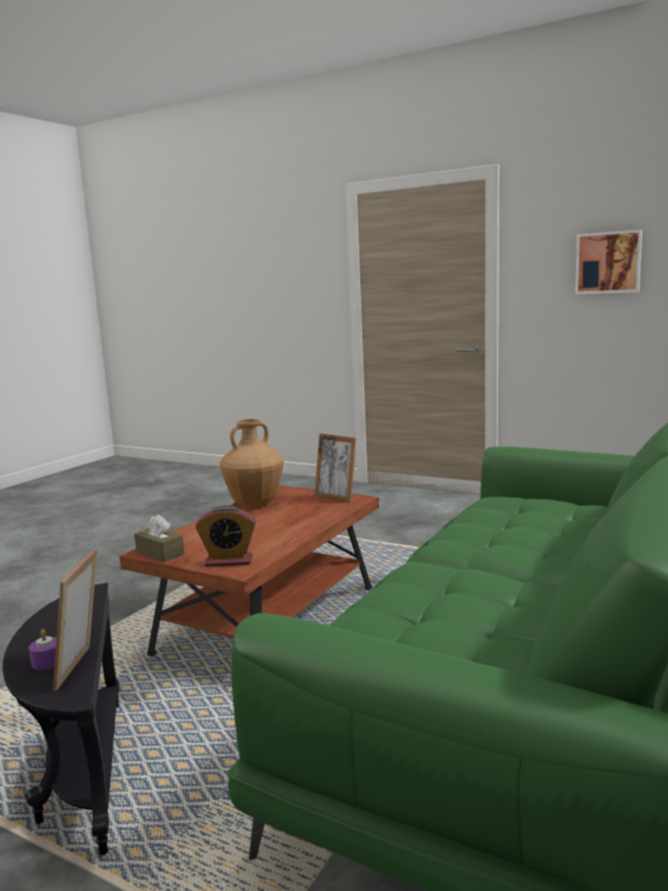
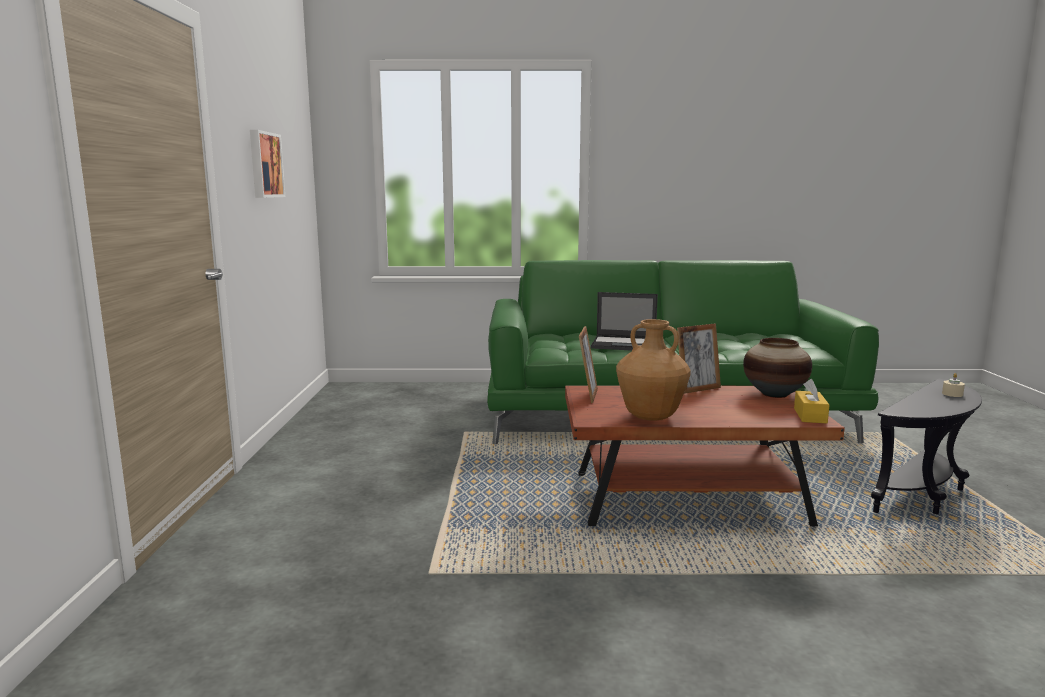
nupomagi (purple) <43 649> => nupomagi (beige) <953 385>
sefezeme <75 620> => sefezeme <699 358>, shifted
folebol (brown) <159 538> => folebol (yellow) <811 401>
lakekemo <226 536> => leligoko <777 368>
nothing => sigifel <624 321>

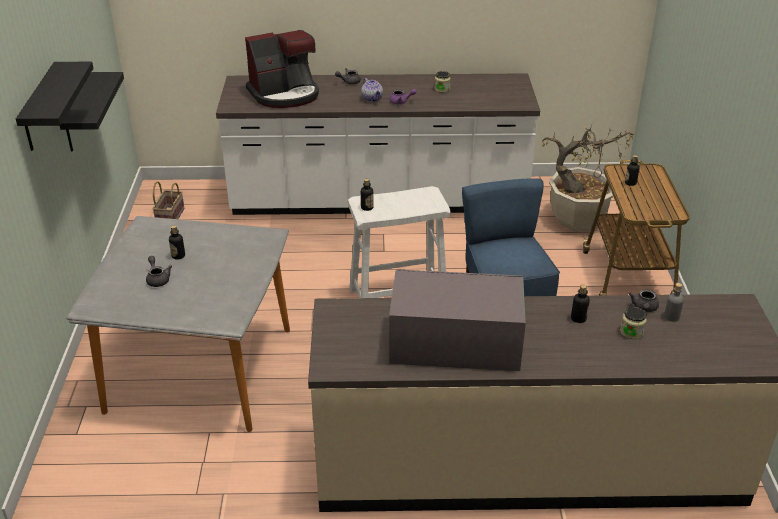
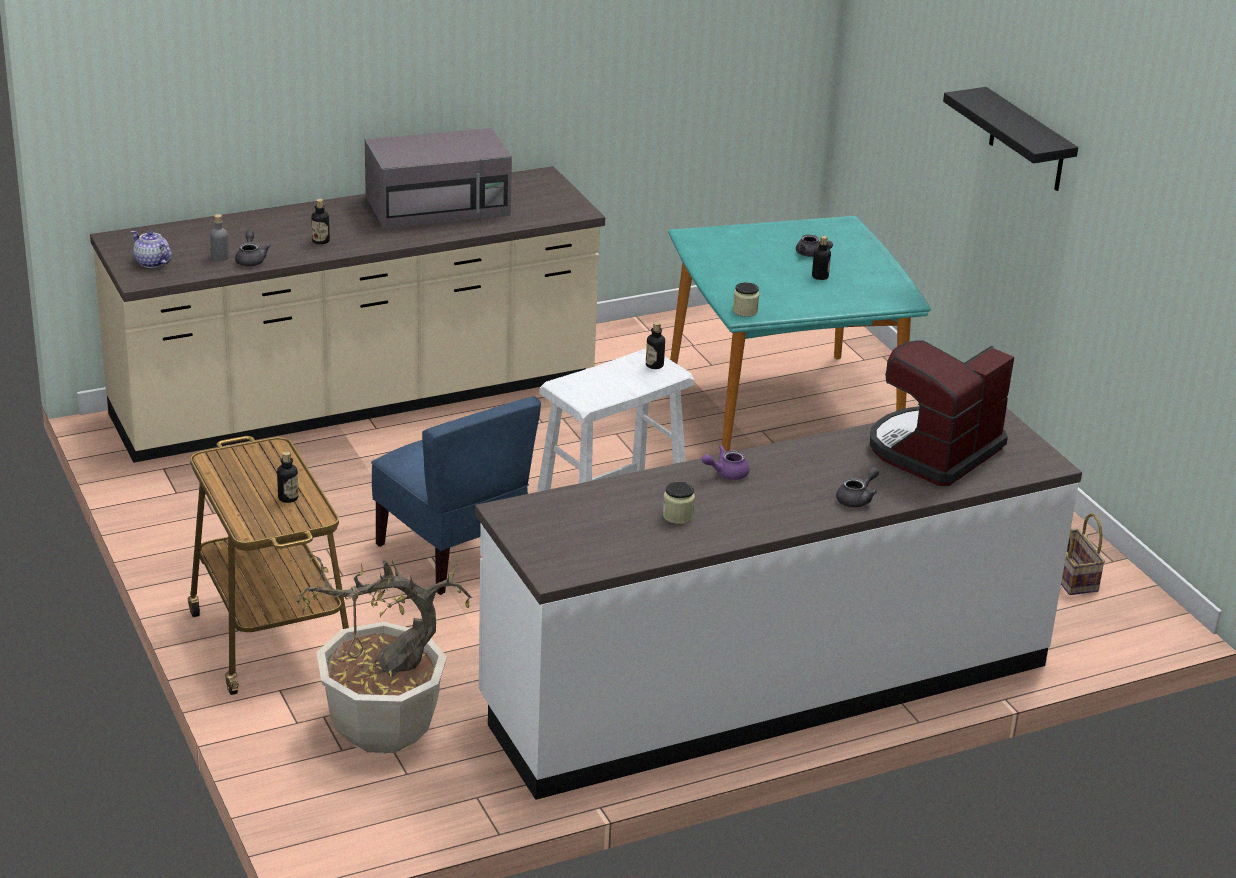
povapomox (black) <92 112> => nothing
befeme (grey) <178 324> => befeme (turquoise) <799 334>
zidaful <372 90> => zidaful <151 249>, shifted
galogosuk <633 323> => galogosuk <746 299>, shifted

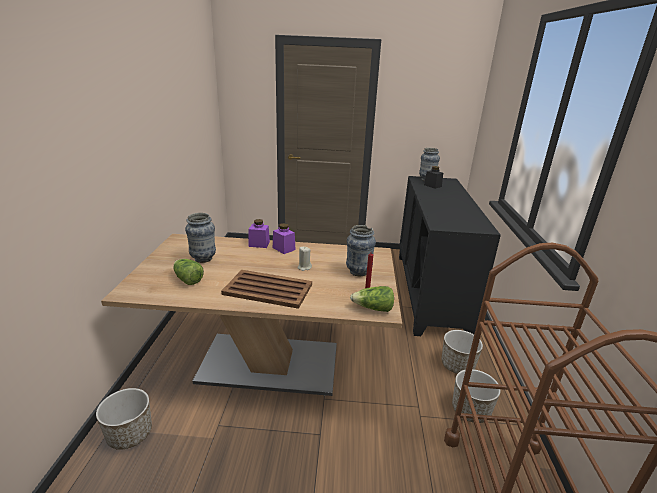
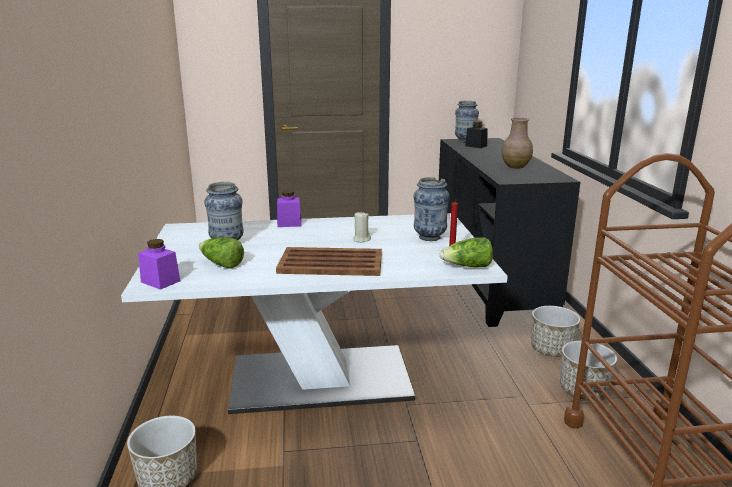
befeme (brown) <251 315> => befeme (white) <314 313>
galogosuk (purple) <284 238> => galogosuk (purple) <159 264>, shifted
nothing => leligoko (brown) <517 143>

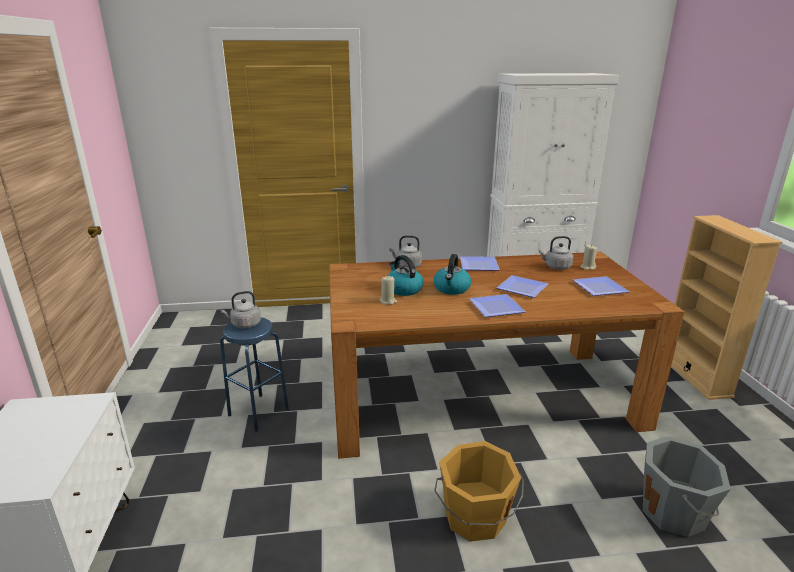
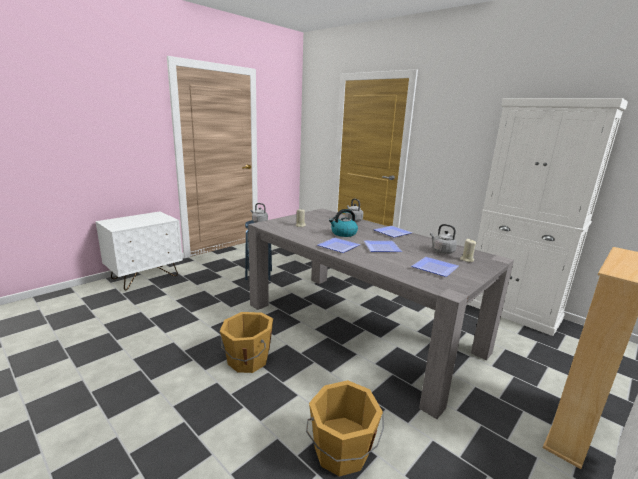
befeme (brown) <506 355> => befeme (grey) <381 313>
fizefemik <405 275> => nothing
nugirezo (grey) <687 486> => nugirezo (orange) <345 428>

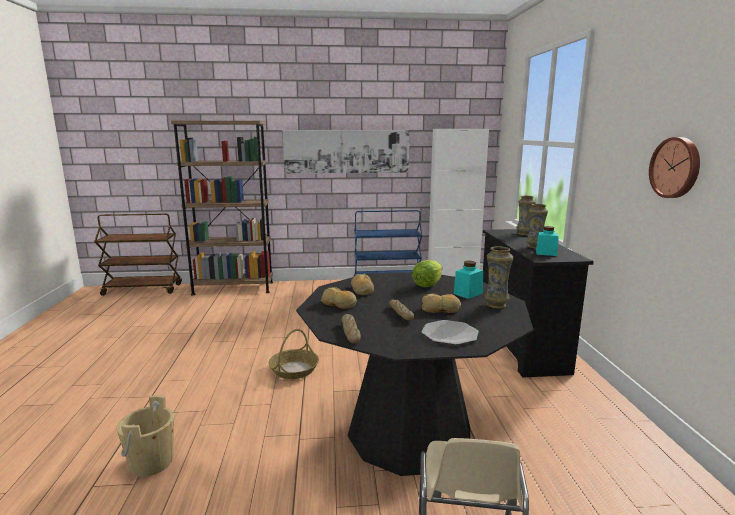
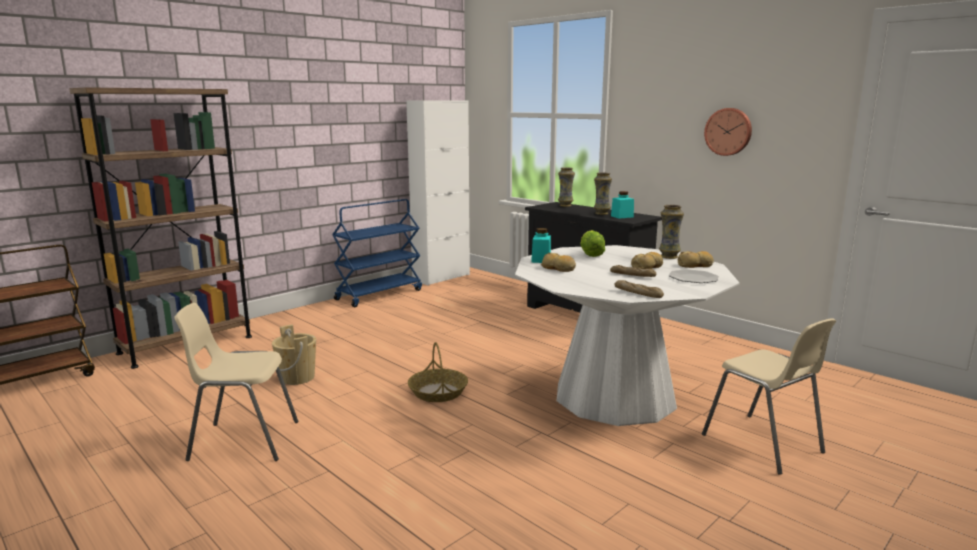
nugirezo (beige) <145 436> => nugirezo (beige) <294 354>, shifted
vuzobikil <346 152> => nothing
befeme (black) <415 374> => befeme (white) <627 335>
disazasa <339 298> => disazasa <696 259>, shifted
galogosuk (turquoise) <468 279> => galogosuk (turquoise) <541 245>, shifted
nothing => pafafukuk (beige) <236 382>

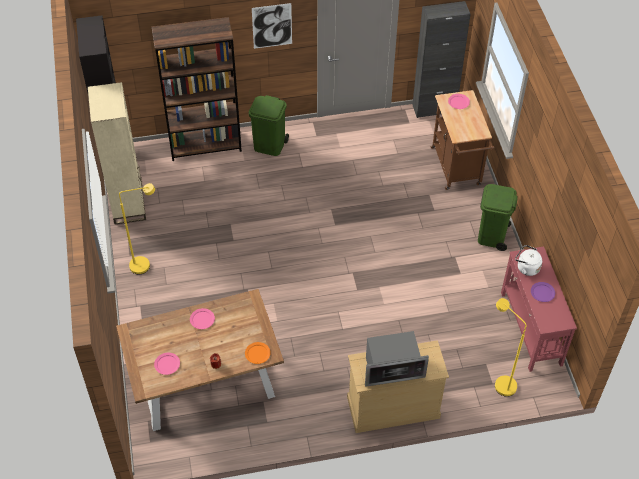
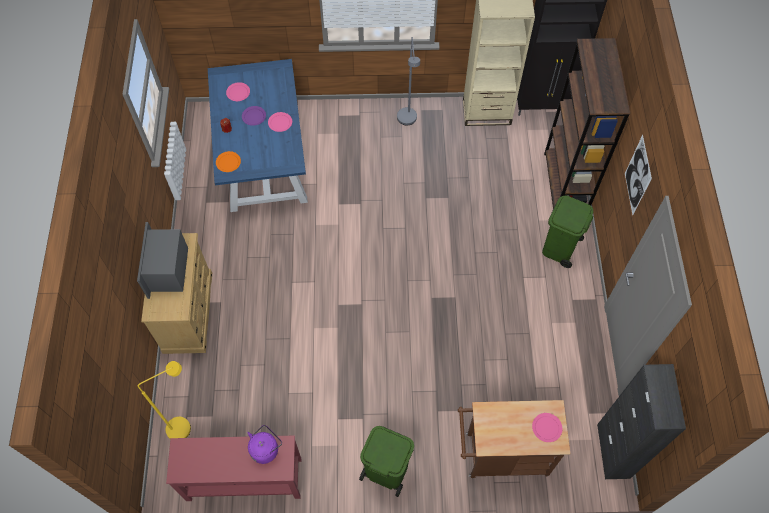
befeme (brown) <200 360> => befeme (blue) <258 135>
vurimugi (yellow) <137 229> => vurimugi (grey) <408 81>
fizefemik (white) <528 260> => fizefemik (purple) <264 444>
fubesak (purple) <543 292> => fubesak (purple) <254 116>, shifted

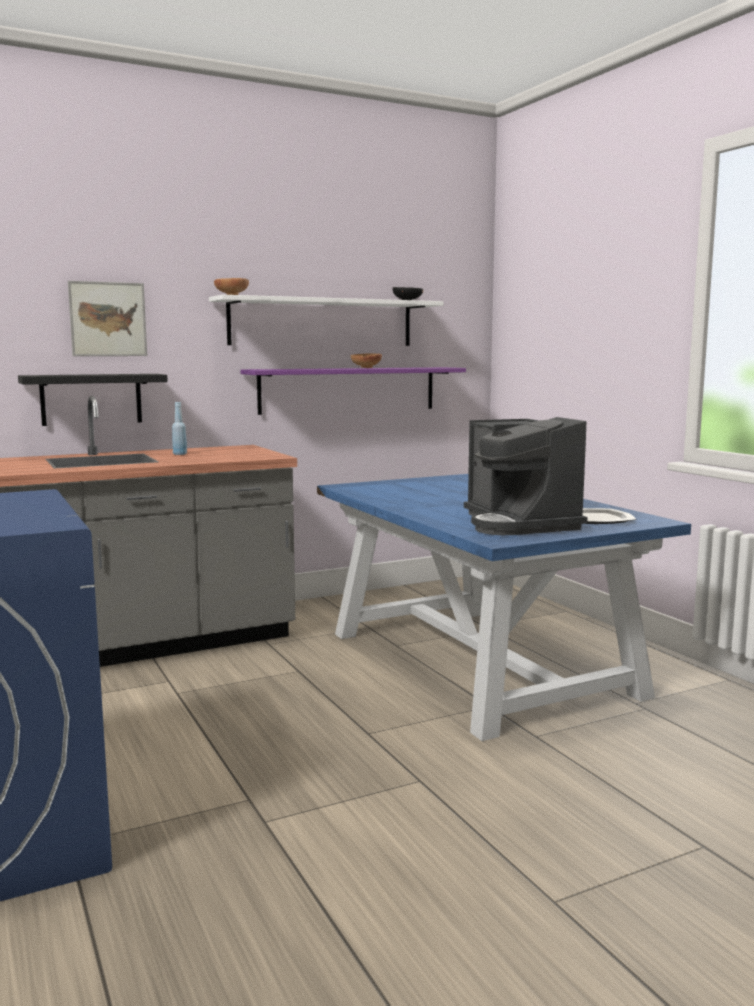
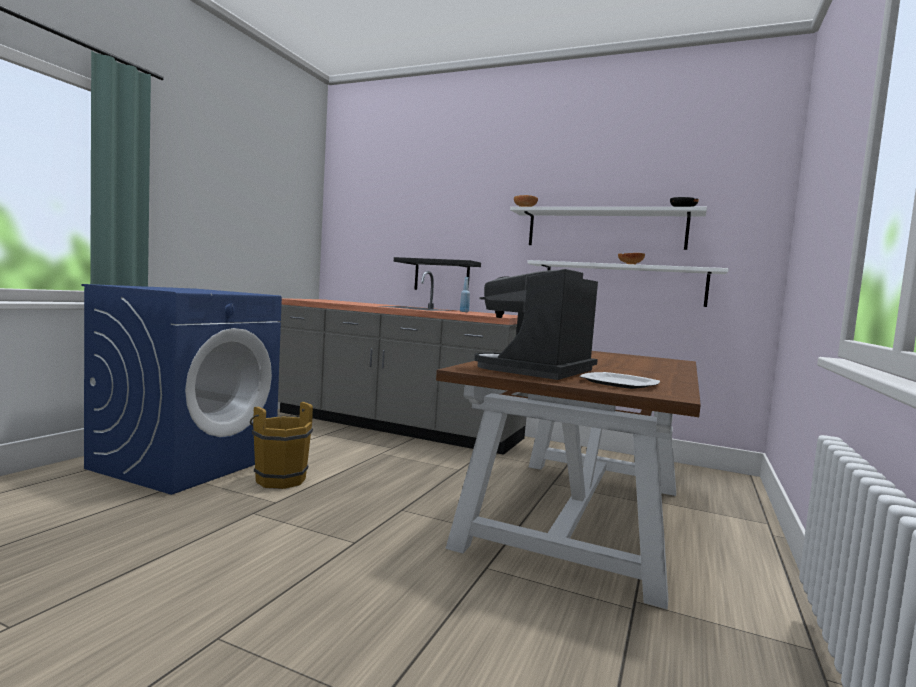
vuzobikil <107 318> => nothing
povapomox (purple) <353 391> => povapomox (white) <628 283>
befeme (blue) <504 607> => befeme (brown) <568 480>
nothing => nugirezo (brown) <281 445>

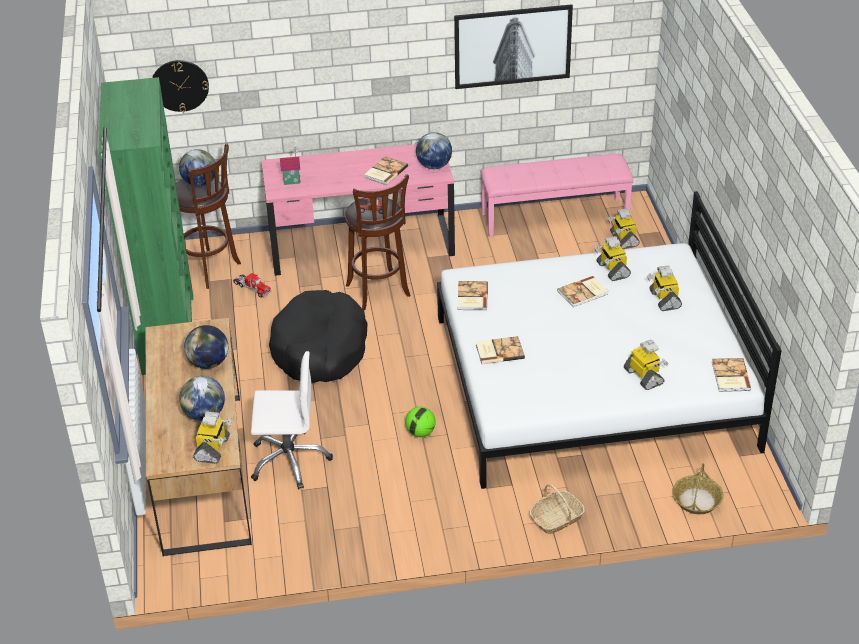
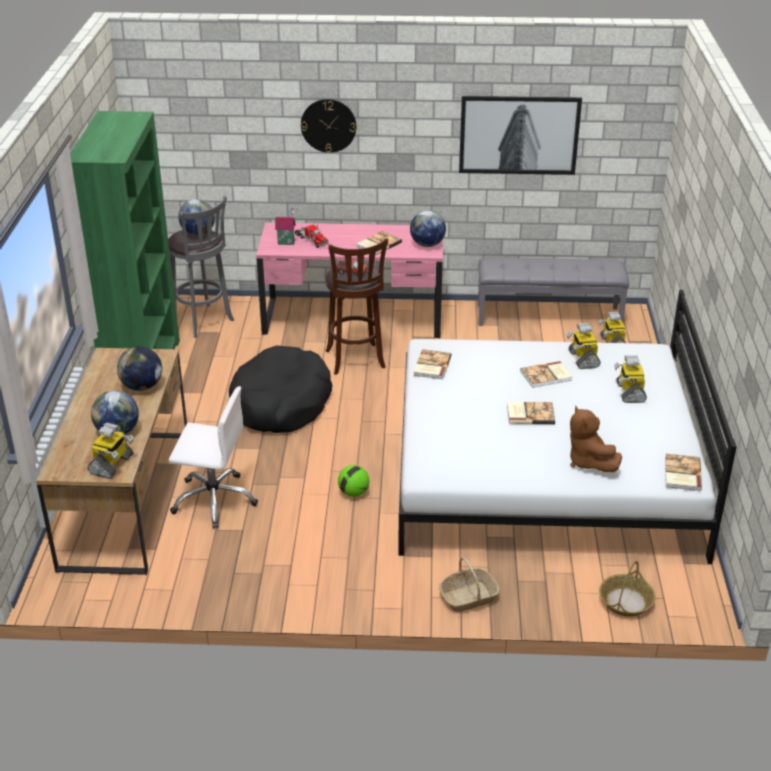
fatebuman <180 86> => fatebuman <328 126>, shifted
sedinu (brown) <208 216> => sedinu (grey) <201 266>
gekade <252 285> => gekade <312 236>, shifted
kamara <500 350> => kamara <531 413>, shifted
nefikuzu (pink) <557 195> => nefikuzu (grey) <553 291>
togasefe <646 364> => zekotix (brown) <596 439>

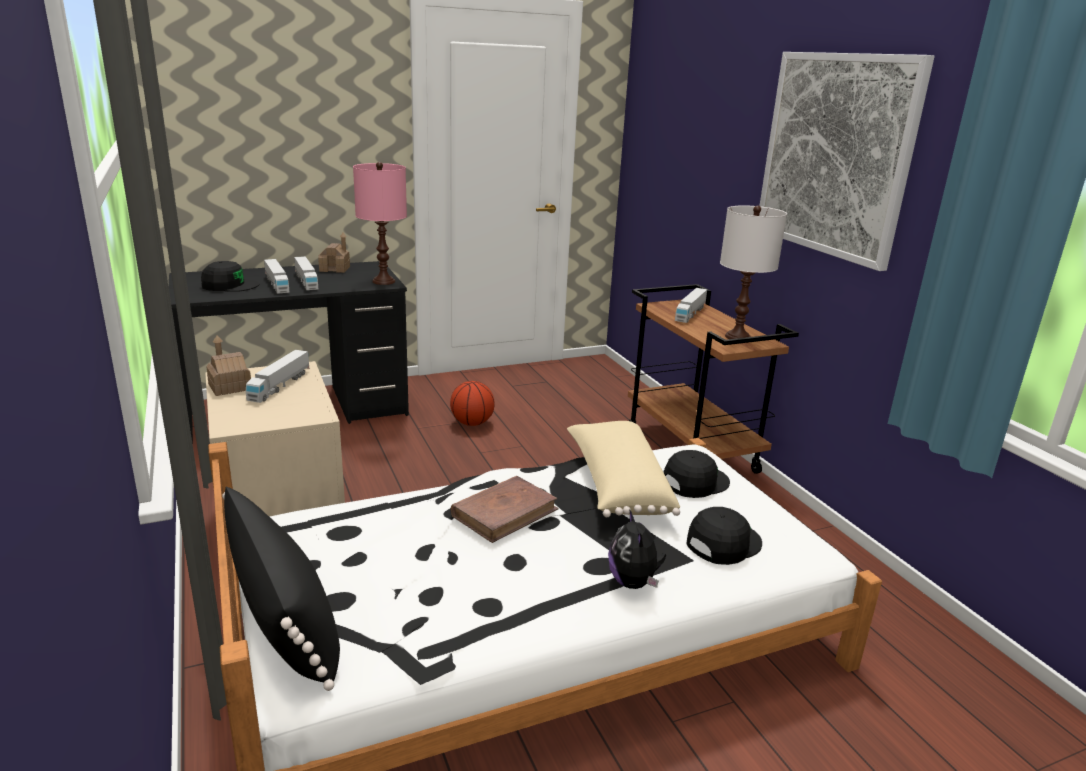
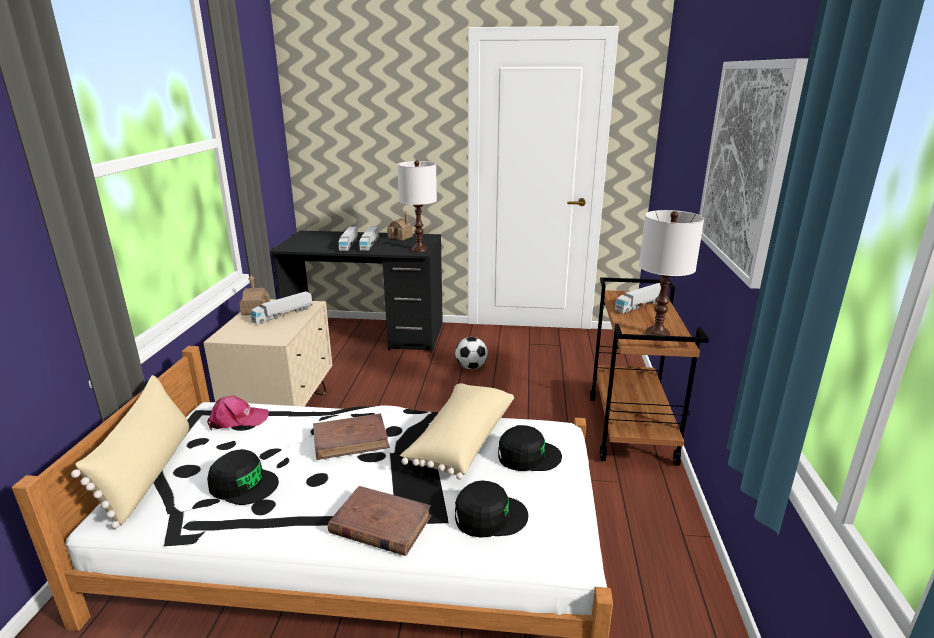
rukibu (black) <230 276> => rukibu (black) <243 477>, shifted
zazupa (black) <281 589> => zazupa (beige) <130 452>
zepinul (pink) <380 223> => zepinul (white) <417 206>
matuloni <472 403> => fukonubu <471 353>
zekotix <637 549> => kamara (brown) <379 521>
nothing => rukibu (pink) <238 412>

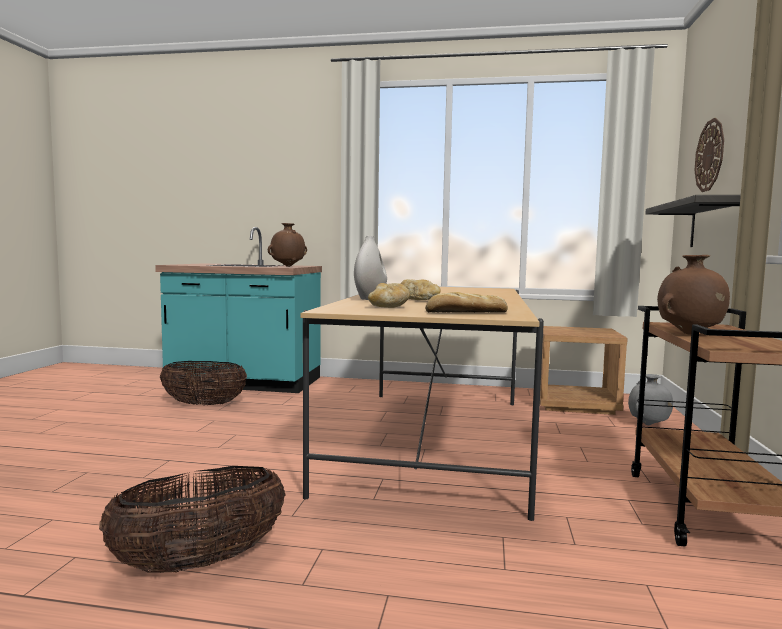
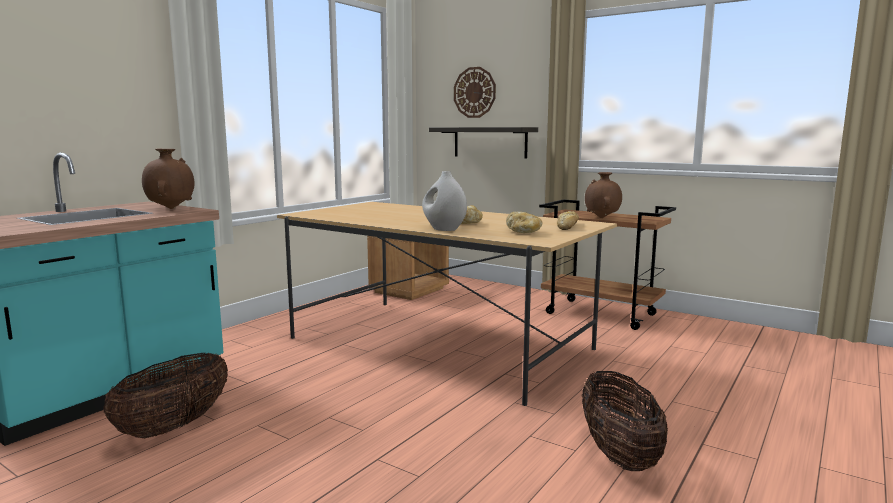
leligoko (grey) <650 399> => nothing

